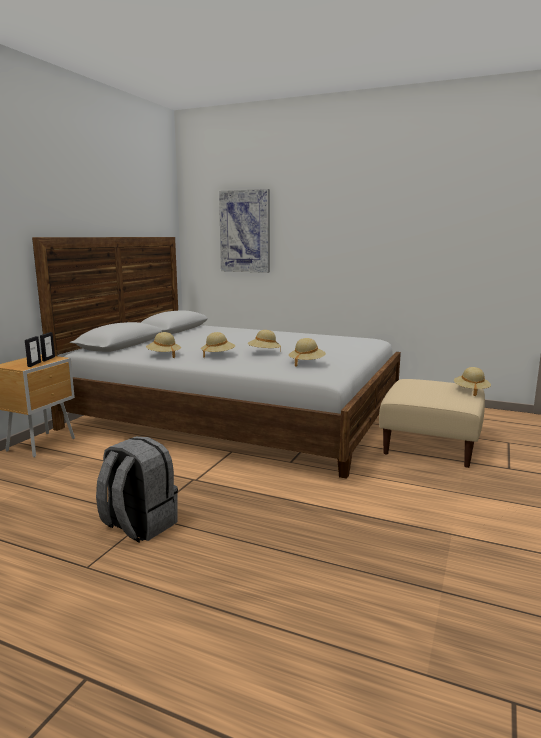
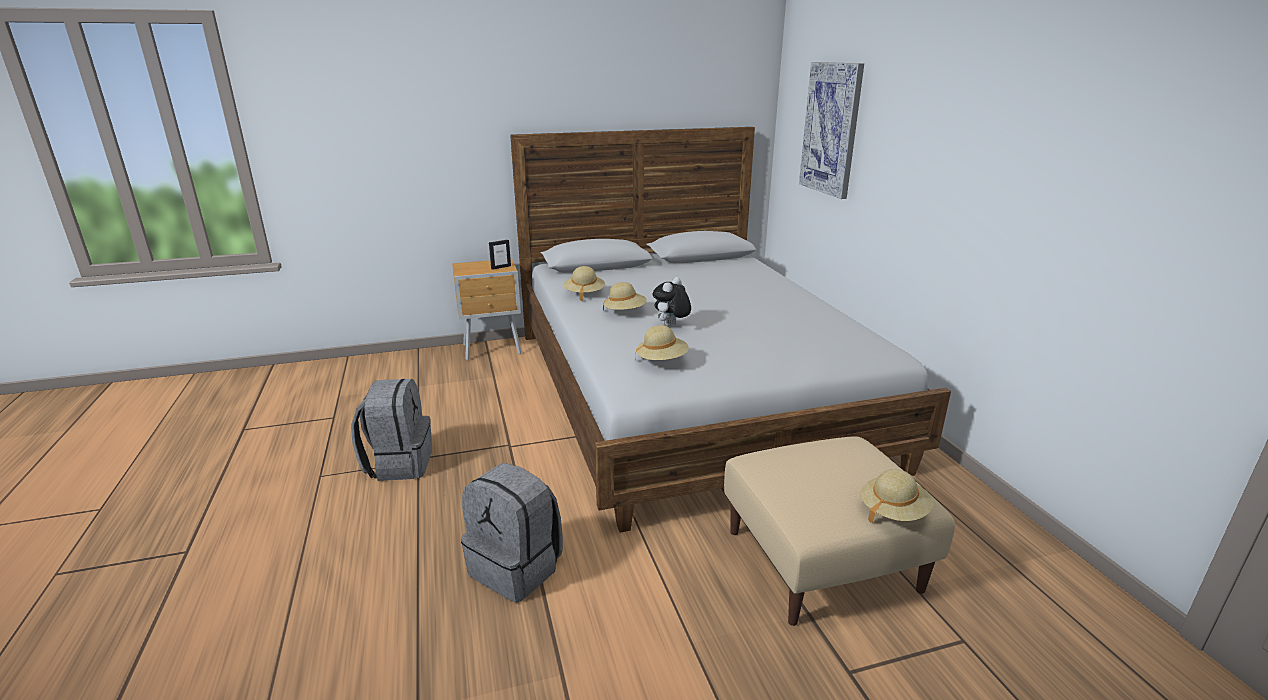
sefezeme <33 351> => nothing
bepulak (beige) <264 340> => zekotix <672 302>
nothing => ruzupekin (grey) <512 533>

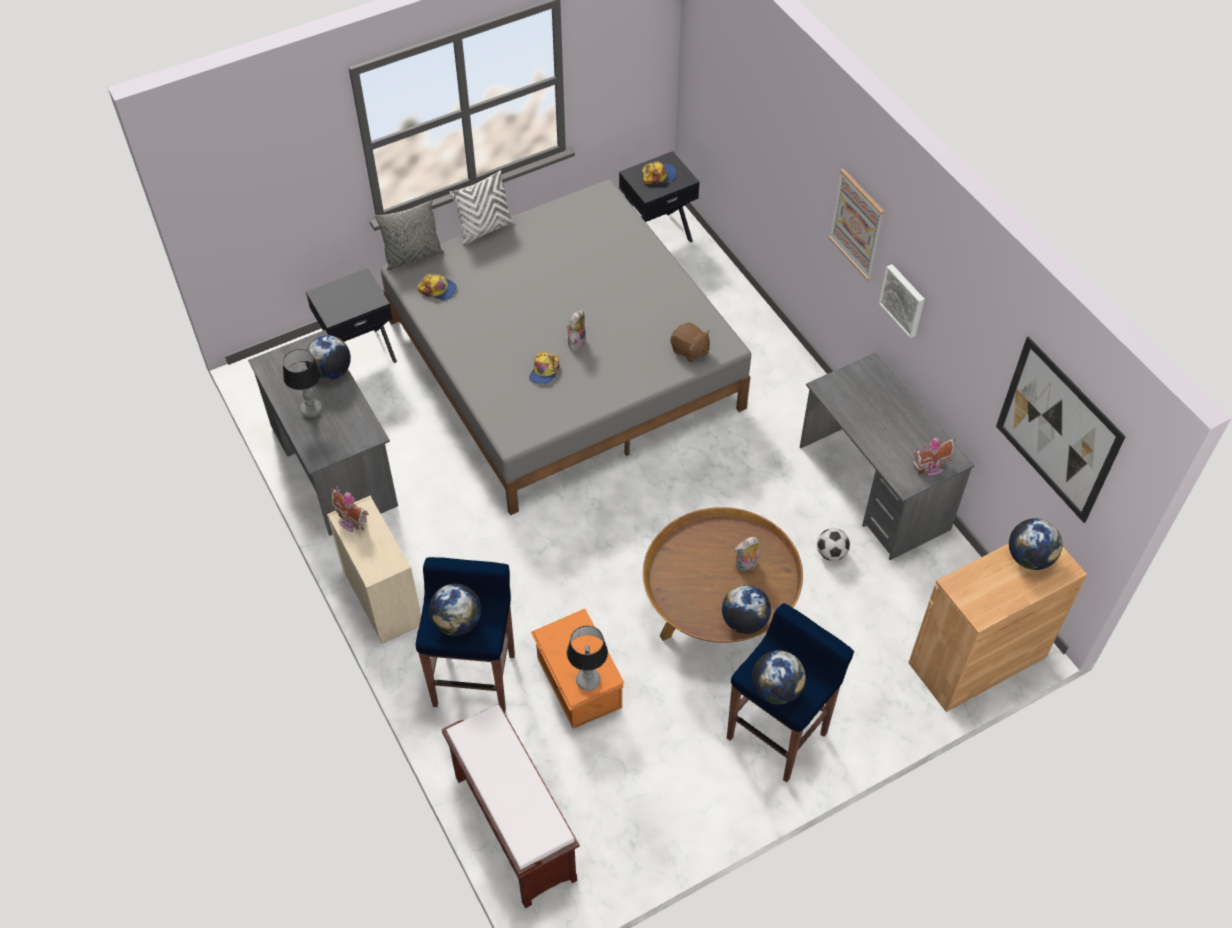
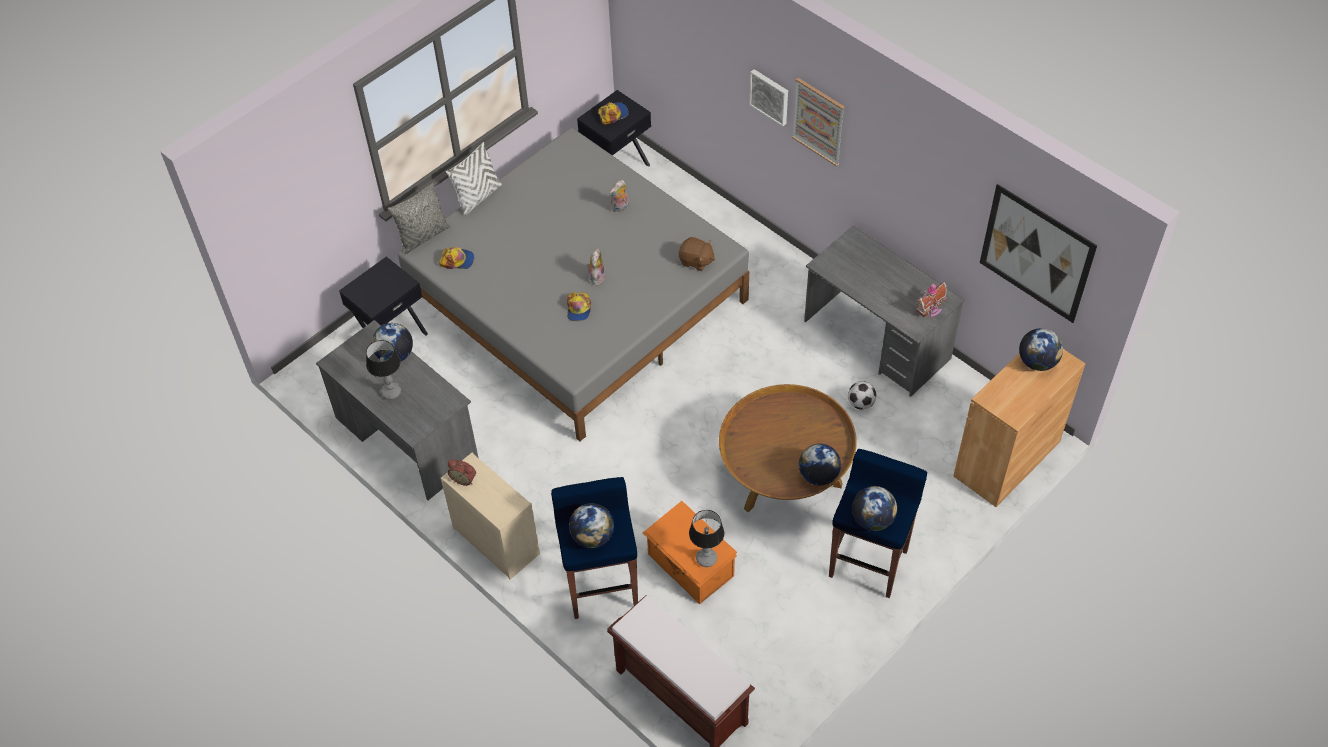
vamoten <350 509> => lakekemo <462 473>
zekotix <746 554> => zekotix <619 196>, shifted
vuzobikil <902 301> => vuzobikil <768 98>, shifted

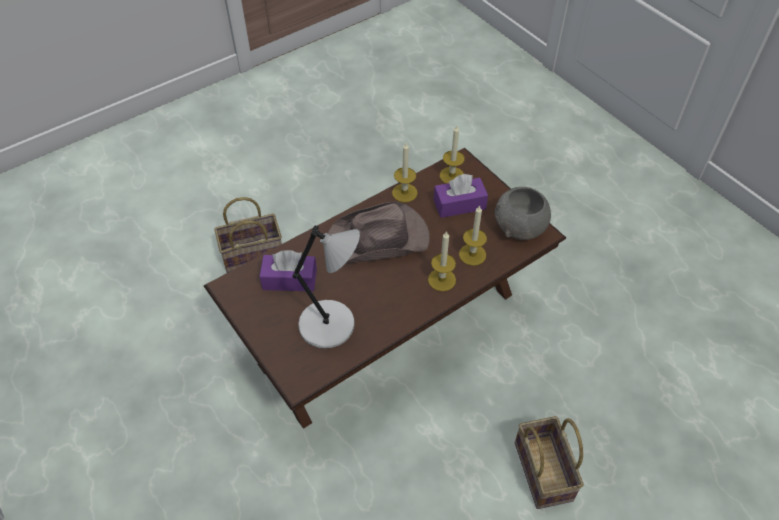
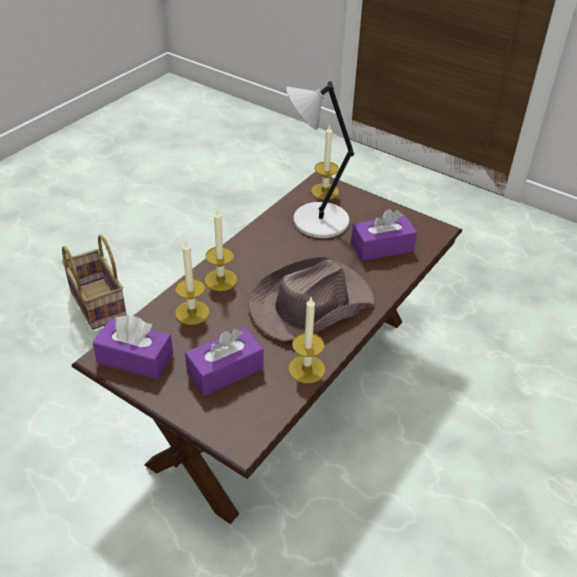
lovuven <248 235> => nothing
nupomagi <452 155> => nupomagi <325 162>, shifted
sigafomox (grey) <523 213> => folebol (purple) <132 347>

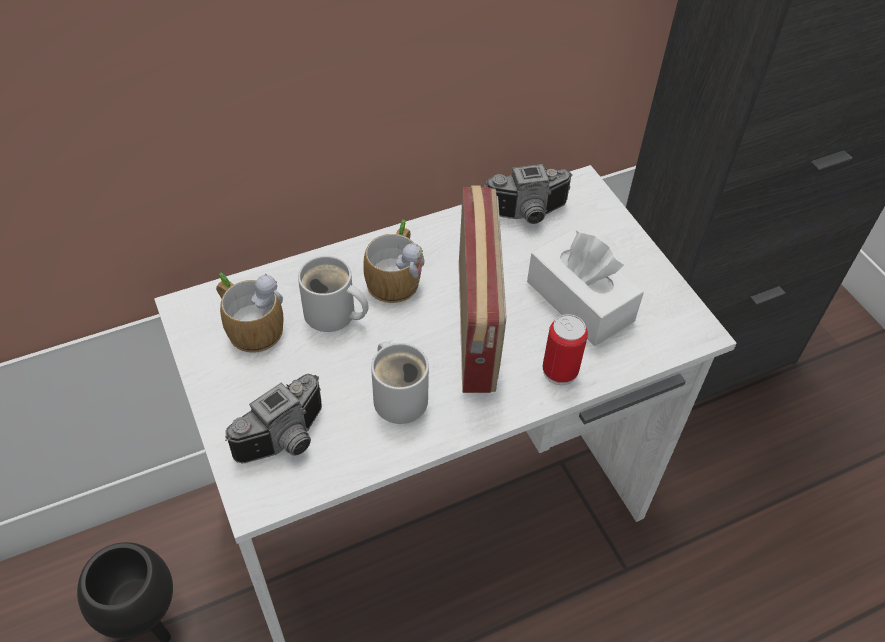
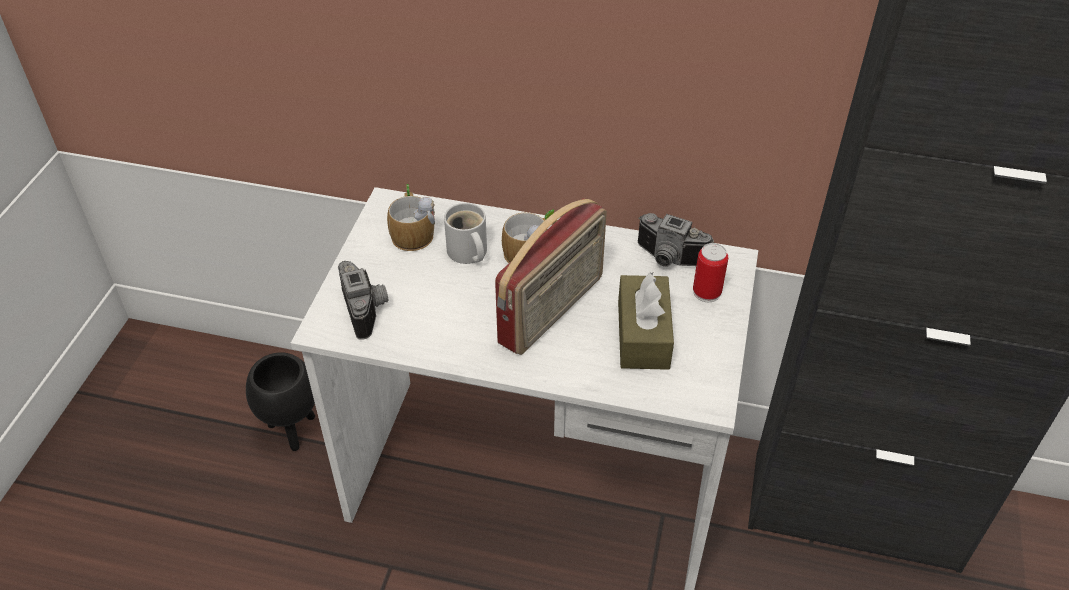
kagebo <273 418> => kagebo <363 300>, 105 degrees counterclockwise
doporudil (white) <400 382> => nothing
folebol (white) <585 287> => folebol (brown) <646 321>
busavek <565 349> => busavek <710 272>, shifted

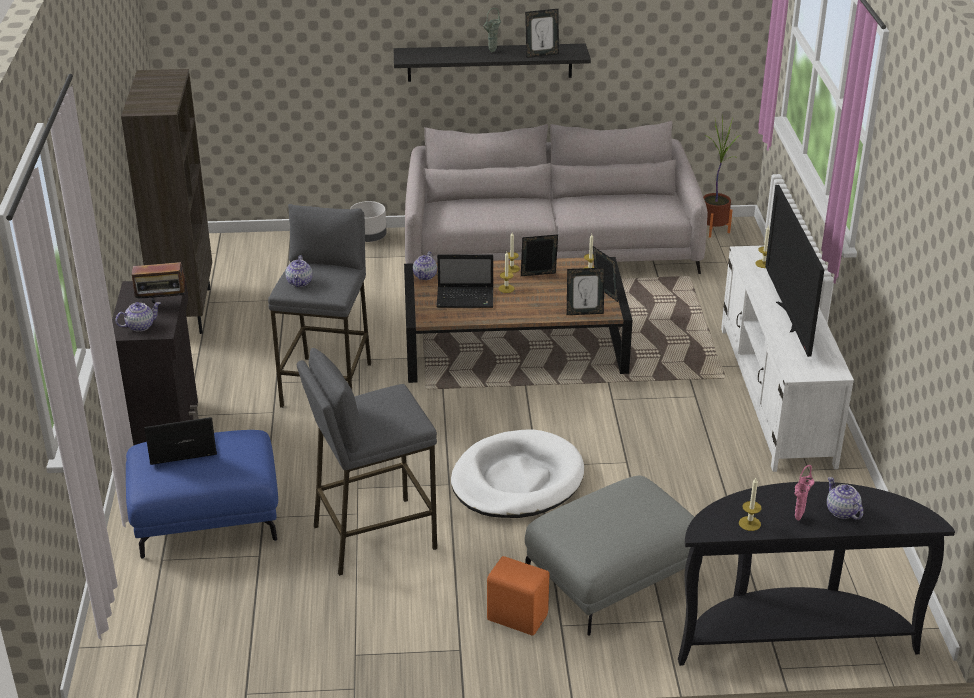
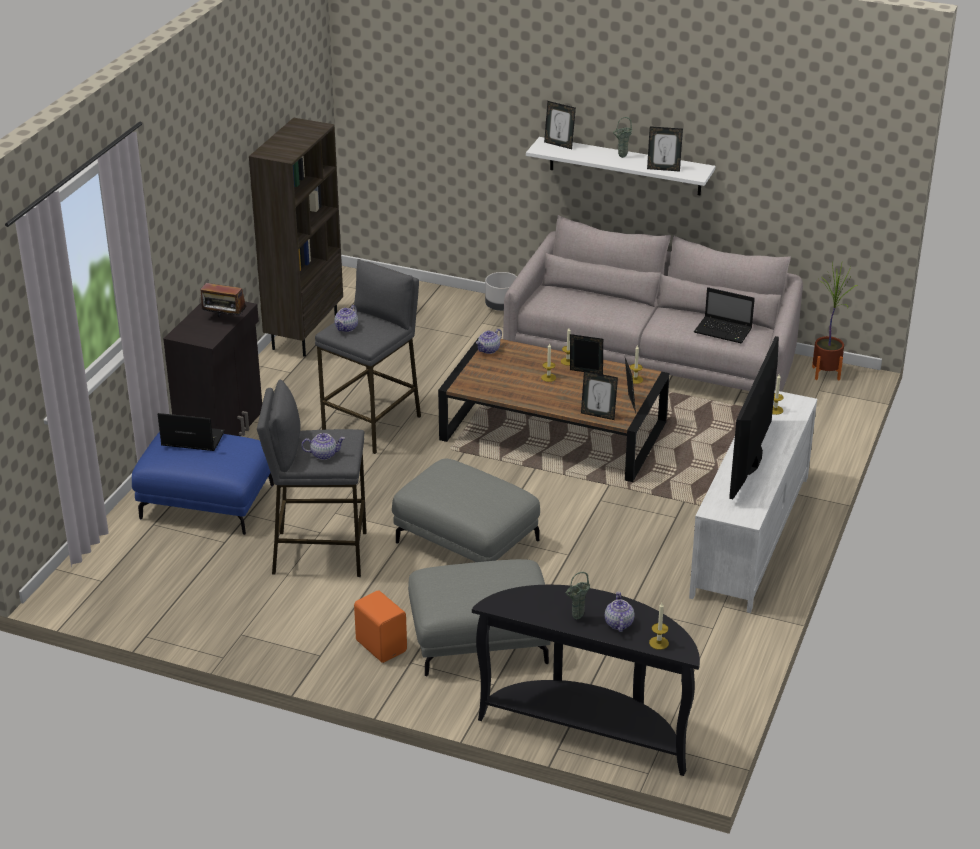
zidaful <138 317> => zidaful <323 446>, shifted
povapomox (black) <492 63> => povapomox (white) <620 166>
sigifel <465 281> => sigifel <724 315>, shifted
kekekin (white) <517 474> => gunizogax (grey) <466 510>
nupomagi <750 504> => nupomagi <659 626>, shifted
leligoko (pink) <804 493> => leligoko (green) <578 596>
nothing => sefezeme <560 125>

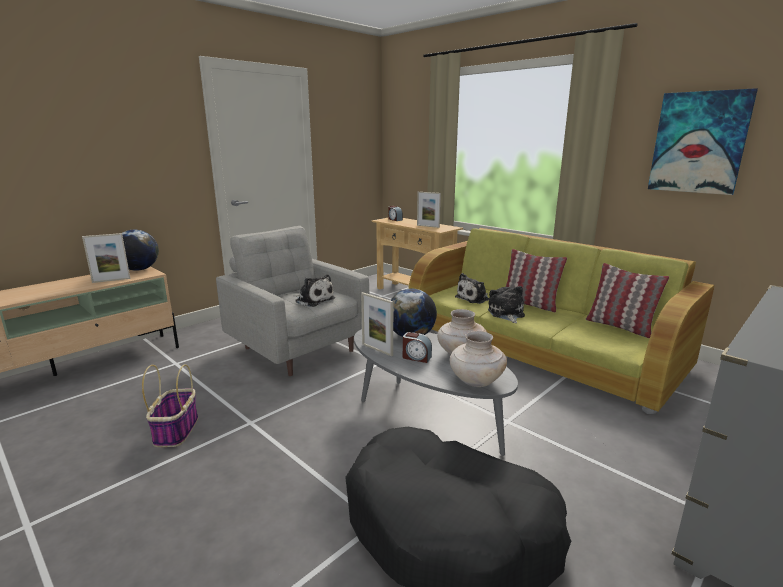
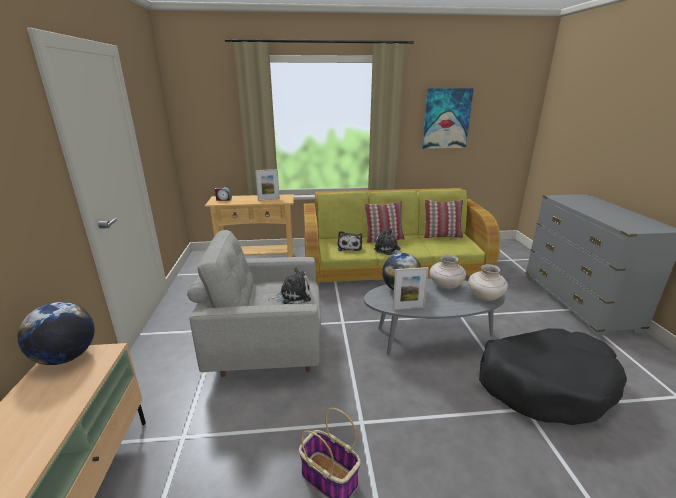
sefezeme <106 258> => nothing
lakekemo <417 347> => nothing

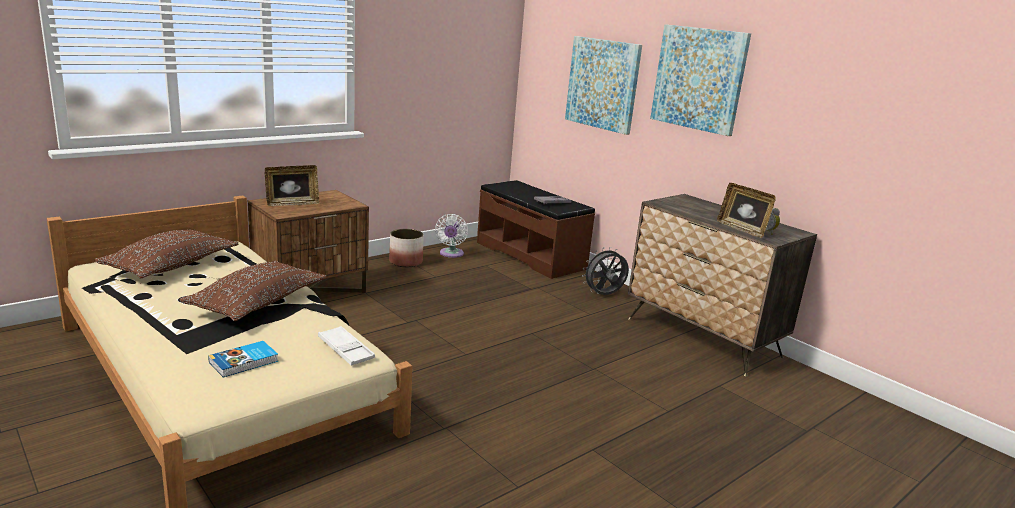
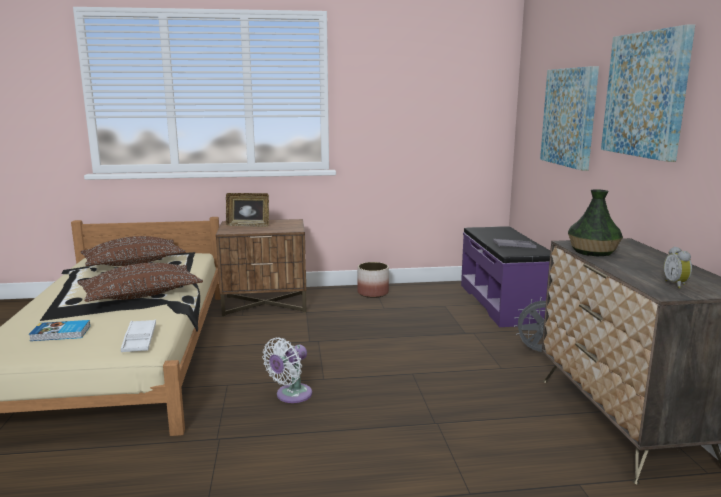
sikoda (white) <451 236> => sikoda (white) <287 370>, shifted
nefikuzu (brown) <536 229> => nefikuzu (purple) <505 276>
sefezeme <746 210> => nothing
nothing => leligoko <595 222>

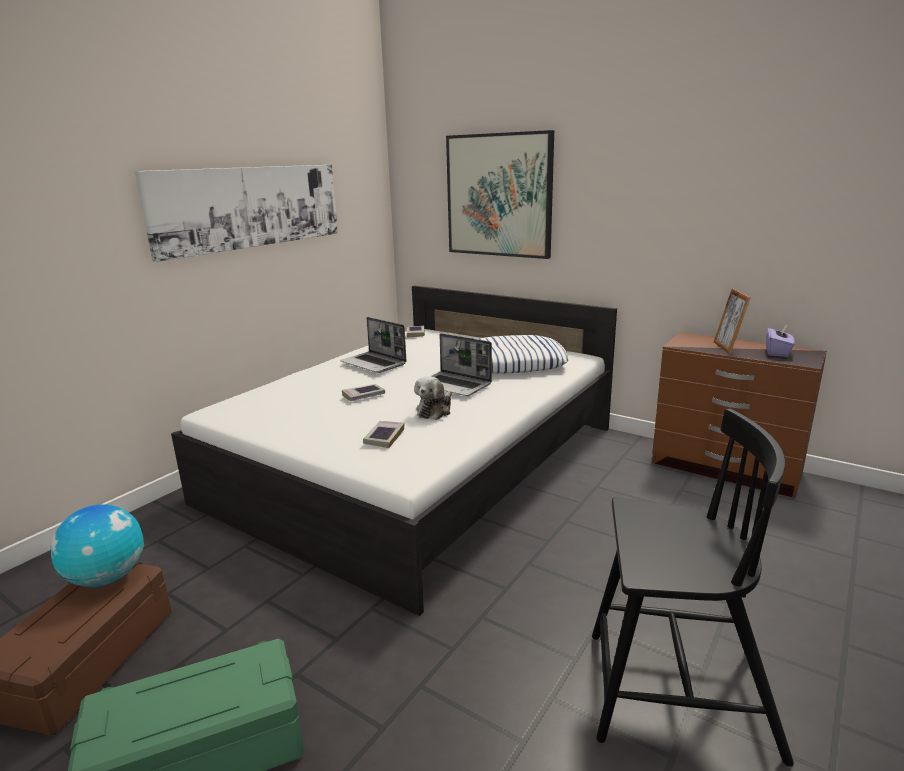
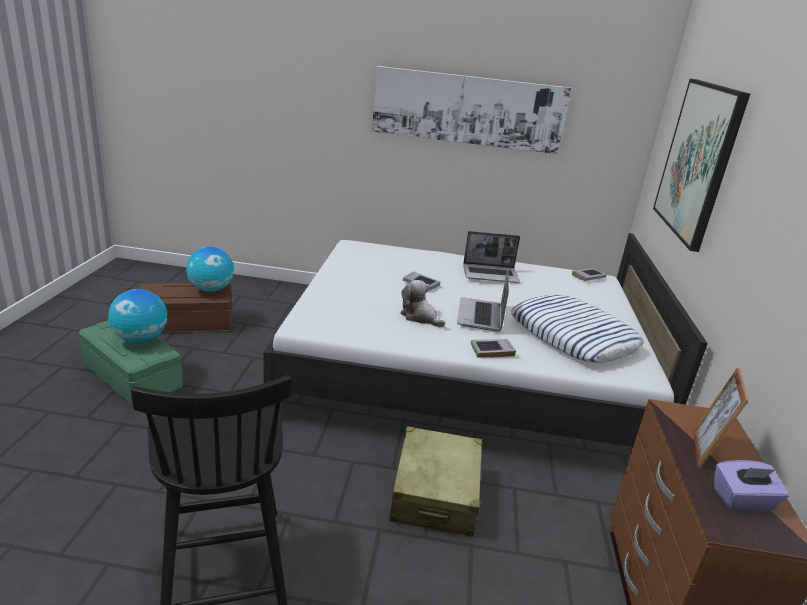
sigifel <373 345> => sigifel <491 257>, 105 degrees counterclockwise
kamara <383 434> => kamara <493 348>, shifted
zekotix <433 398> => zekotix <422 303>, 45 degrees clockwise
sefezeme <732 321> => sefezeme <721 418>, 45 degrees counterclockwise
nothing => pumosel <137 316>
nothing => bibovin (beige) <436 481>

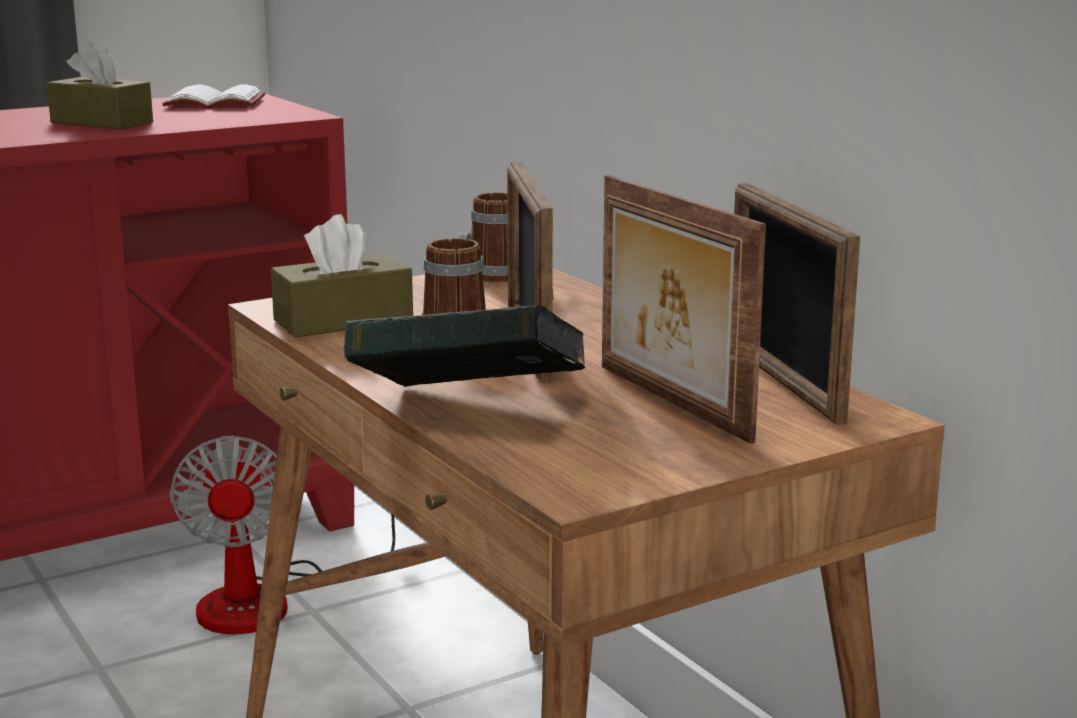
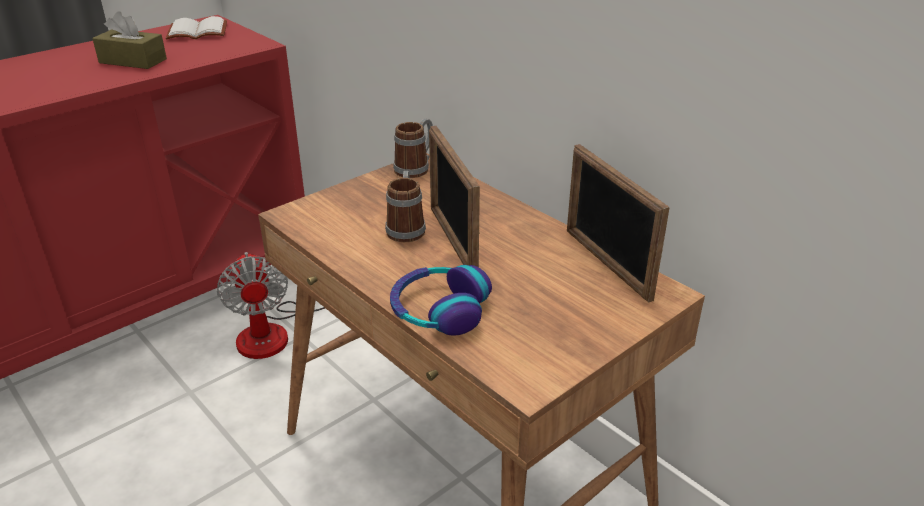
folebol (brown) <342 276> => nothing
kamara <464 346> => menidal <441 300>
sefezeme <684 309> => nothing

